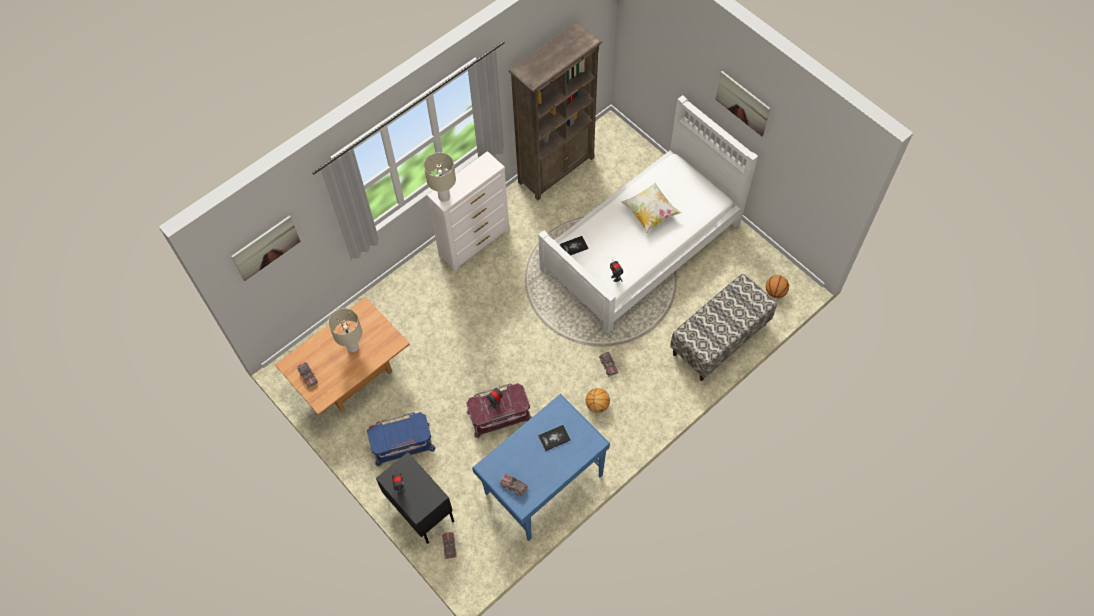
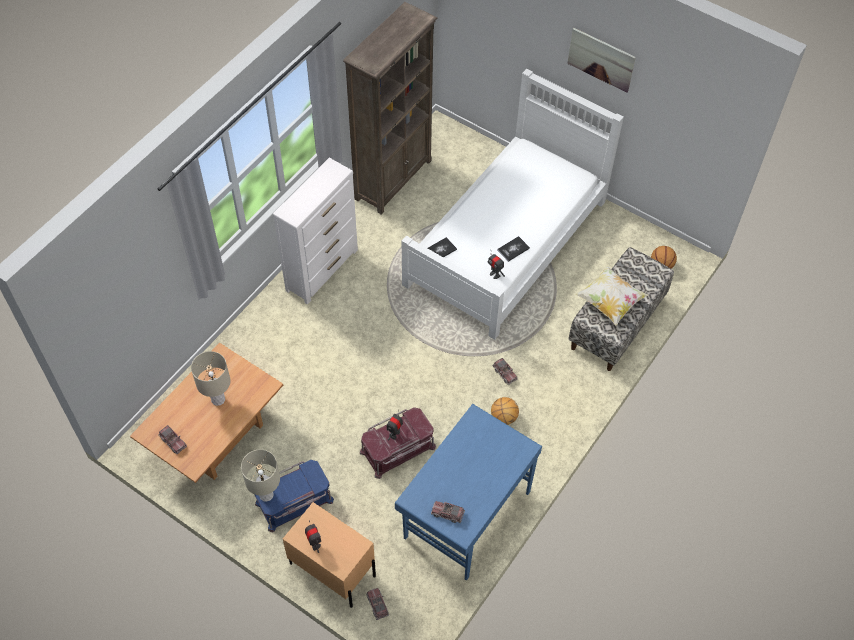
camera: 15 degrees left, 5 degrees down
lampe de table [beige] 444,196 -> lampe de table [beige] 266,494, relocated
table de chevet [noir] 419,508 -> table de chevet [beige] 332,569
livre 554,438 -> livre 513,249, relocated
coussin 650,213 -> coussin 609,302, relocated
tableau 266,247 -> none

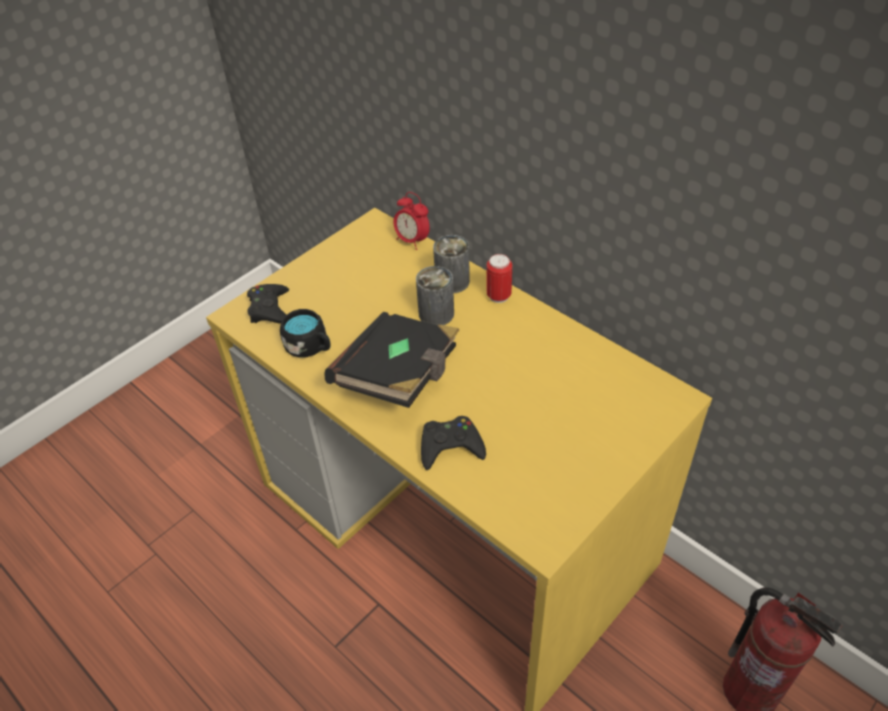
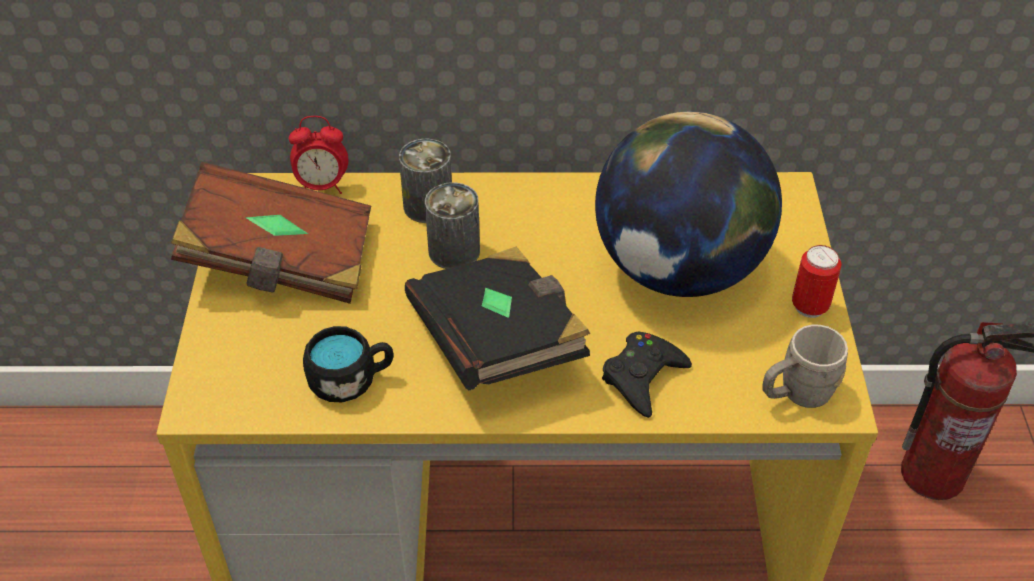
camera: 45 degrees left, 0 degrees up
none -> livre [marron] 280,262
none -> globe 678,269
none -> mug [gris] 796,394
boîte métallique 498,296 -> boîte métallique 809,306, relocated
manette [noir] 270,309 -> none

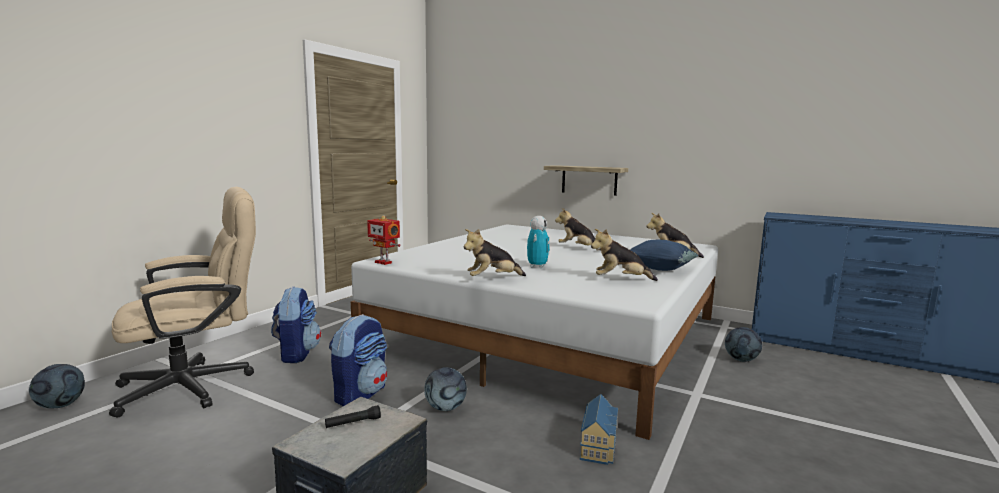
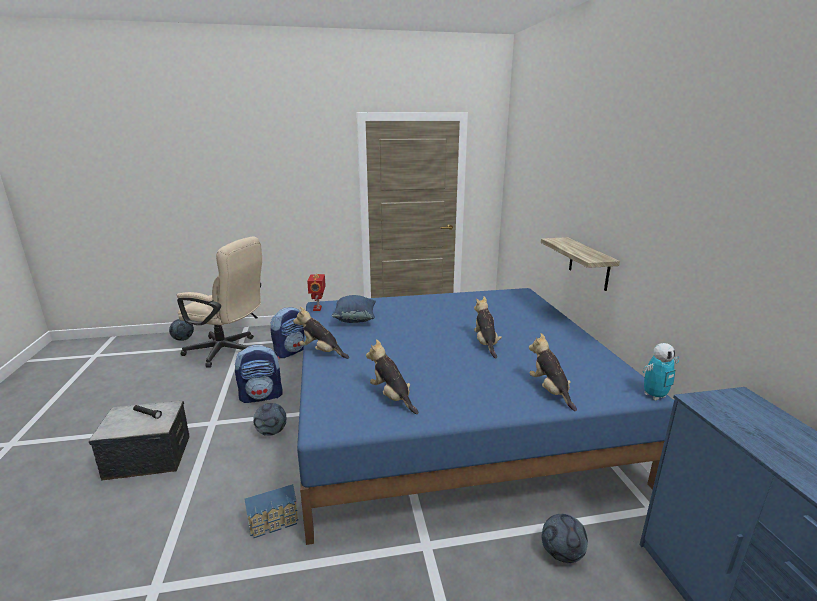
camera: 50 degrees right, 10 degrees up
lit [blanc] 551,335 -> lit [bleu] 449,415
coussin [bleu] 660,269 -> coussin [bleu] 355,319, relocated
robot jouet 537,266 -> robot jouet 654,396, relocated

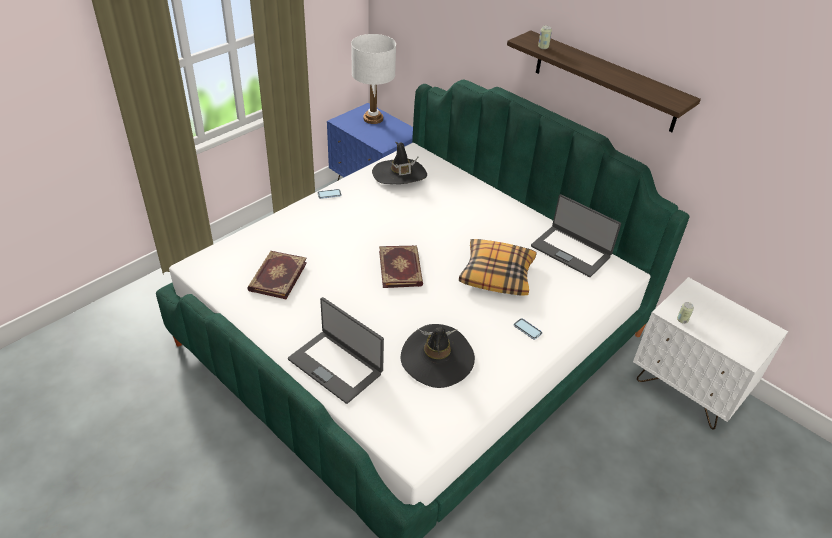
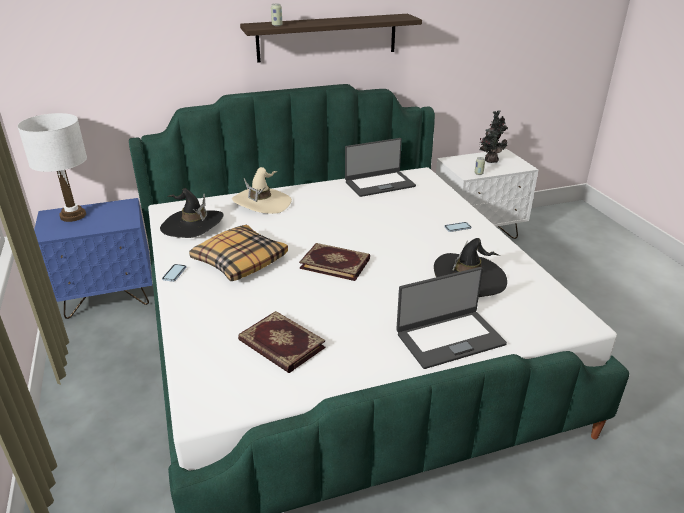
camera: 60 degrees left, 10 degrees down
coussin 497,274 -> coussin 239,261, relocated
none -> chapeau [beige] 262,203
none -> plante en pot 490,160

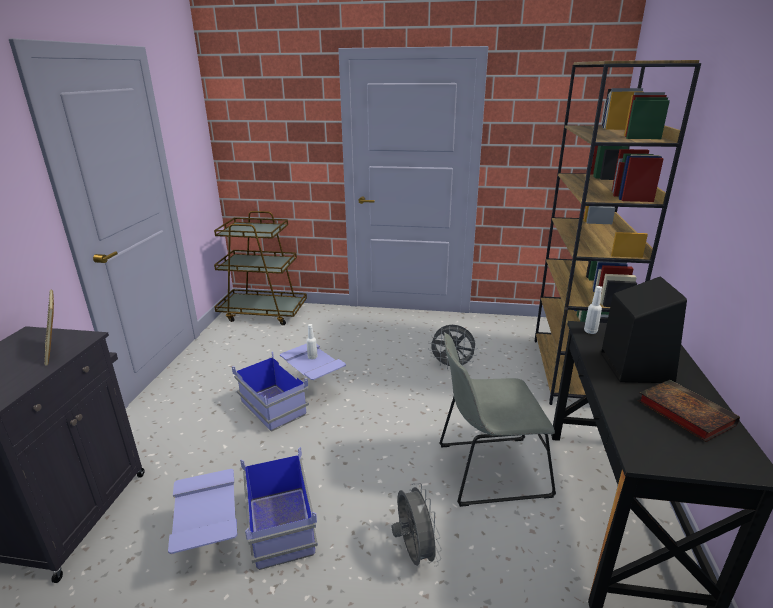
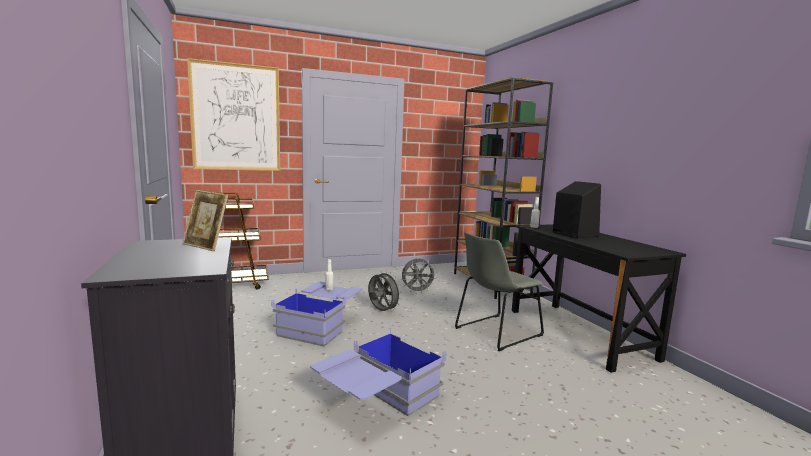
camera: 30 degrees left, 15 degrees down
none -> tableau 236,117
ventilateur [gris] 414,552 -> ventilateur [gris] 382,311, relocated
livre 682,412 -> none

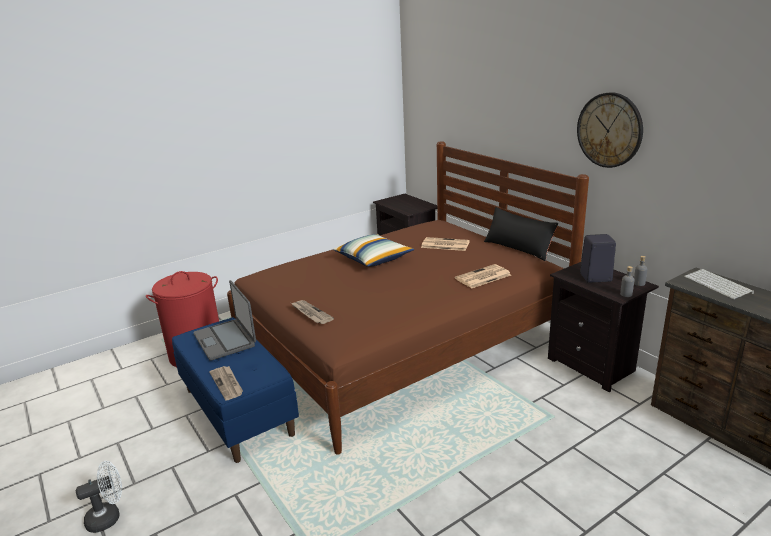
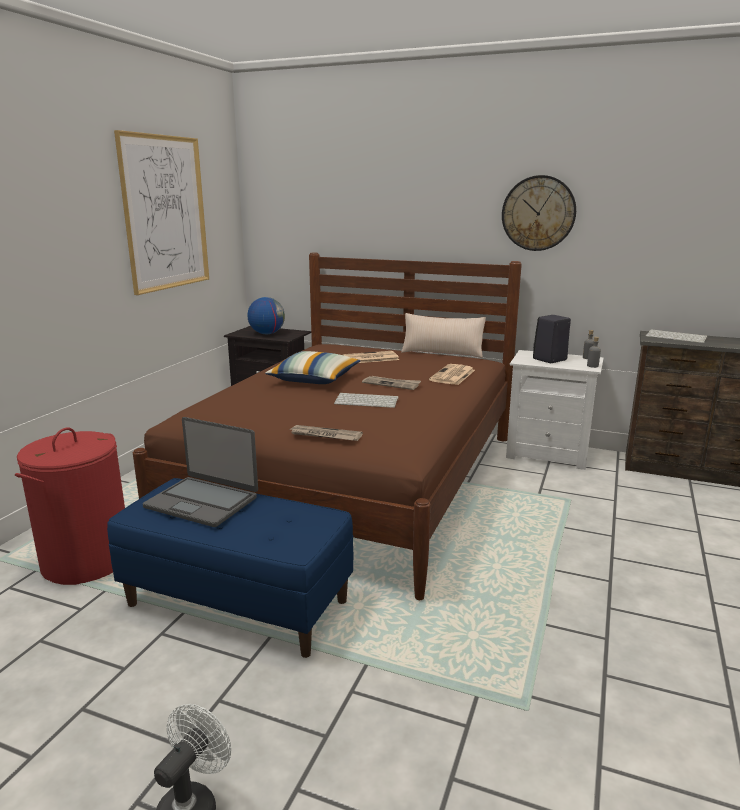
camera: 35 degrees left, 5 degrees down
none -> tableau 165,213
none -> globe 267,333
none -> clavier 367,401
journal 227,384 -> journal 391,384, relocated
coussin [noir] 518,248 -> coussin [beige] 442,352
table de chevet [noir] 593,365 -> table de chevet [blanc] 548,454

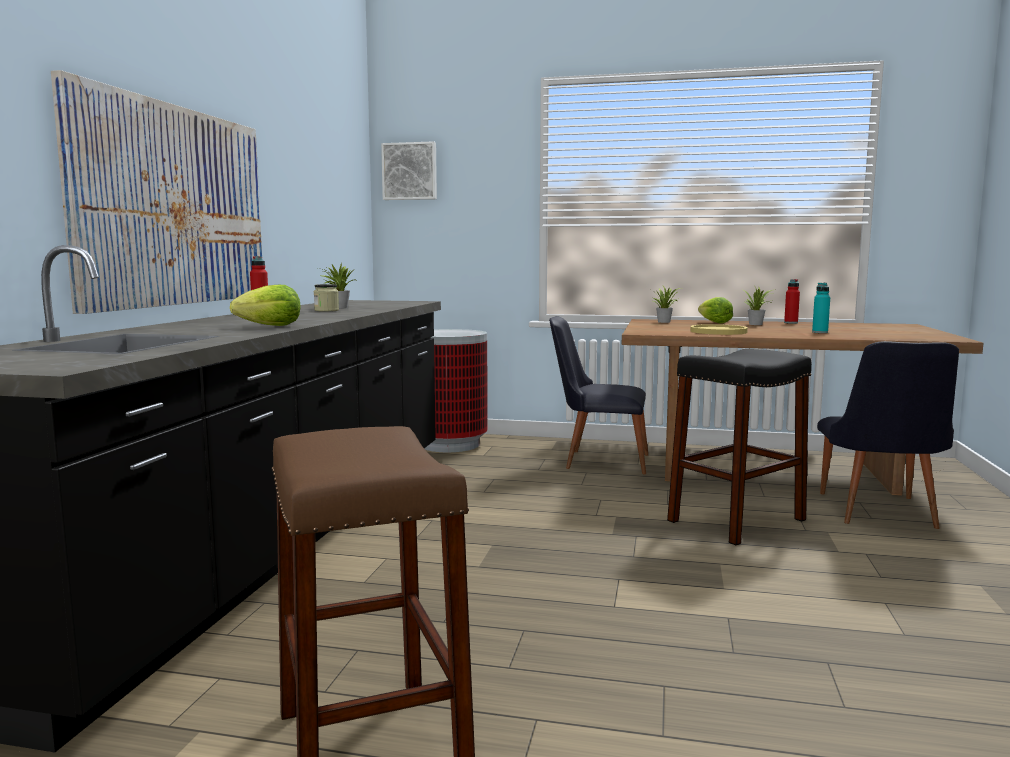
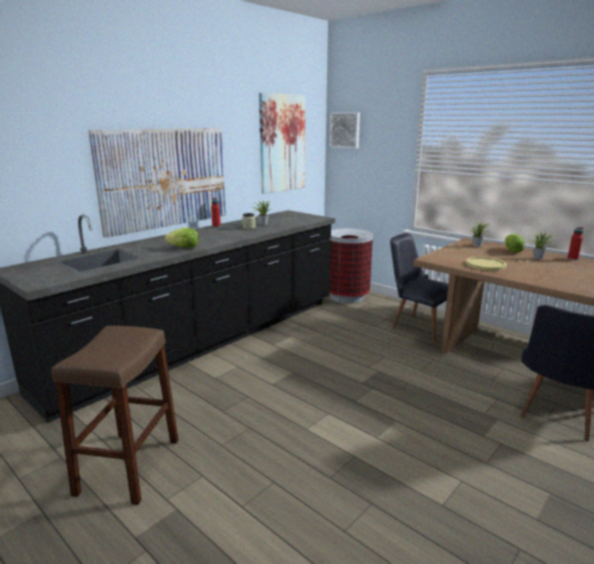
camera: 30 degrees right, 10 degrees up
none -> tableau 282,143
tabouret [noir] 736,520 -> none
bouteille [turquoise] 820,332 -> none

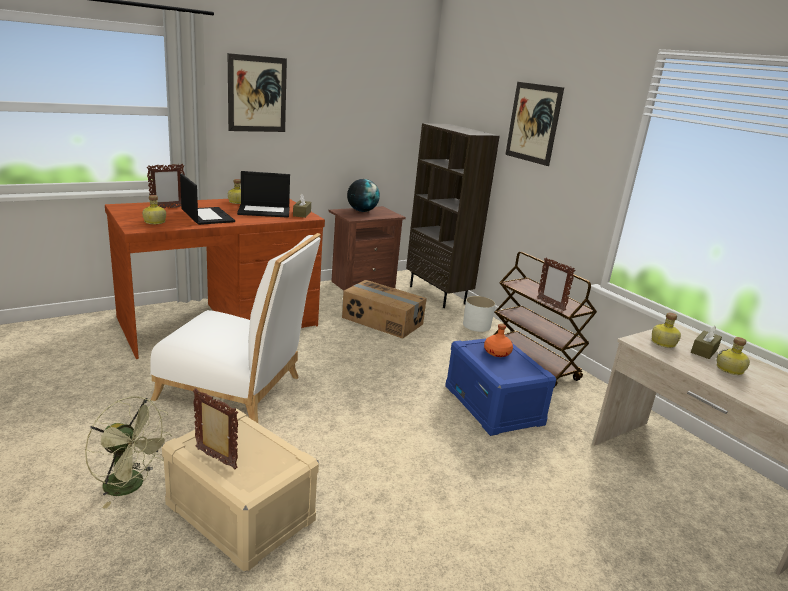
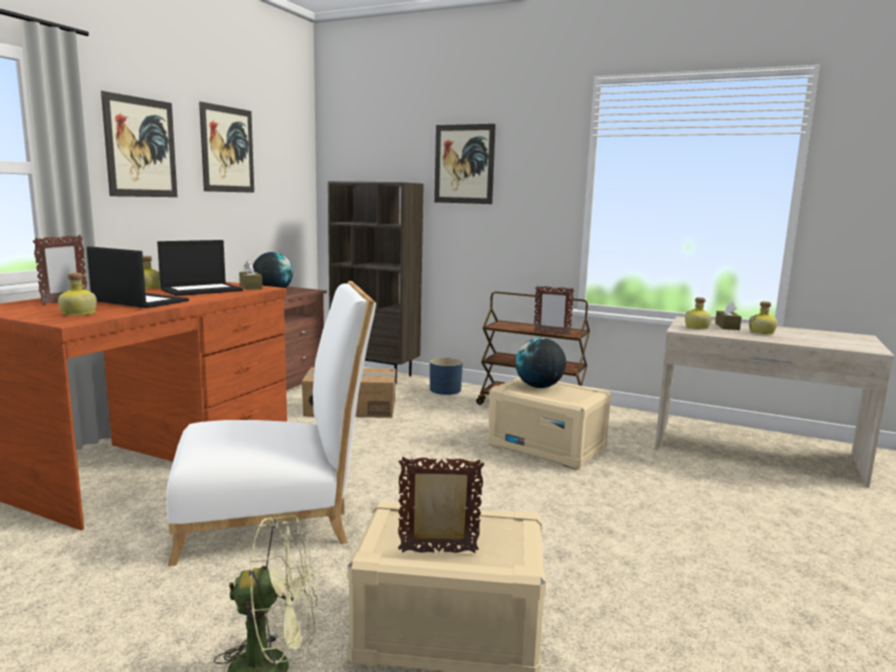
camera: 30 degrees left, 10 degrees down
none -> tableau 227,149
cache-pot [blanc] 476,325 -> cache-pot [bleu] 445,390
boîte de rangement [bleu] 494,406 -> boîte de rangement [beige] 547,446
bouteille [orange] 497,352 -> globe 539,387

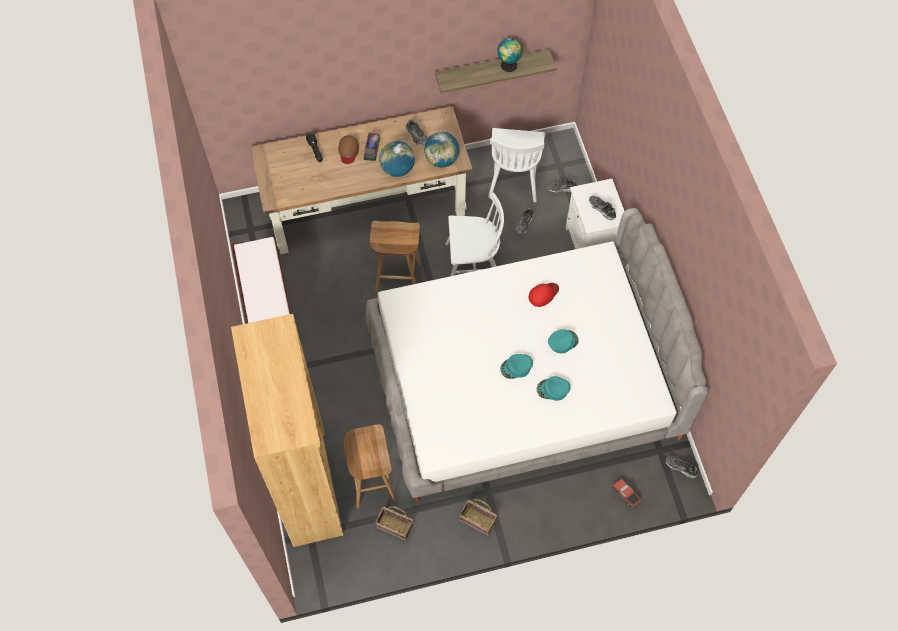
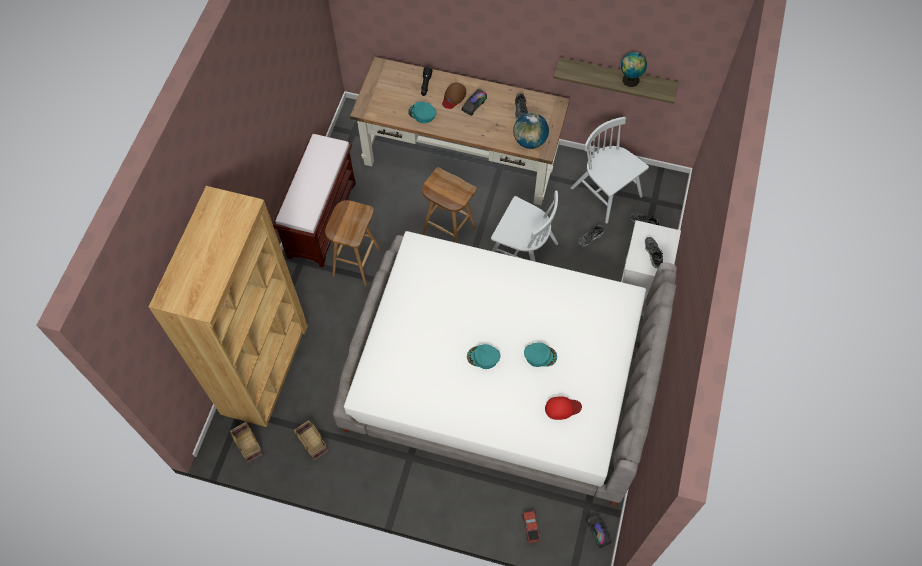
camera: 30 degrees right, 0 degrees up
panier 479,520 -> panier 249,445, relocated
tabouret [marron] 371,481 -> tabouret [marron] 356,262, relocated
casquette [turquoise] 553,389 -> casquette [turquoise] 422,114, relocated
casquette [rouge] 543,294 -> casquette [rouge] 562,408, relocated
chaise [blanc] 514,177 -> chaise [blanc] 606,193, 105 degrees clockwise
chaussure 681,467 -> camion jouet 598,531
globe 397,169 -> none

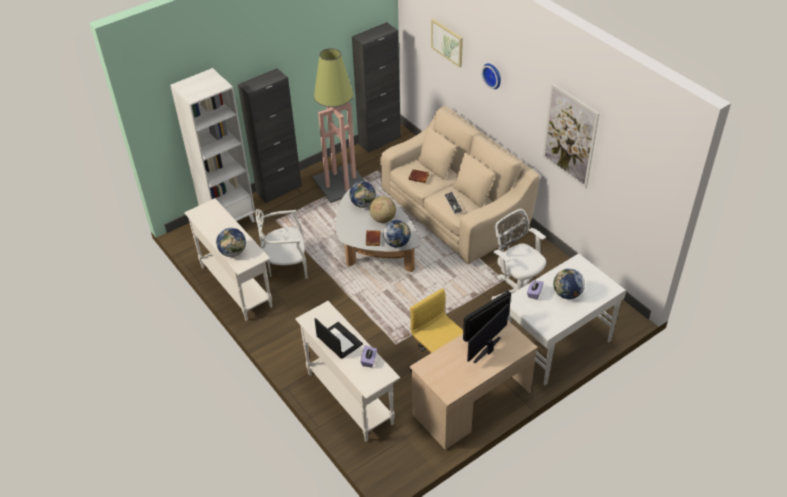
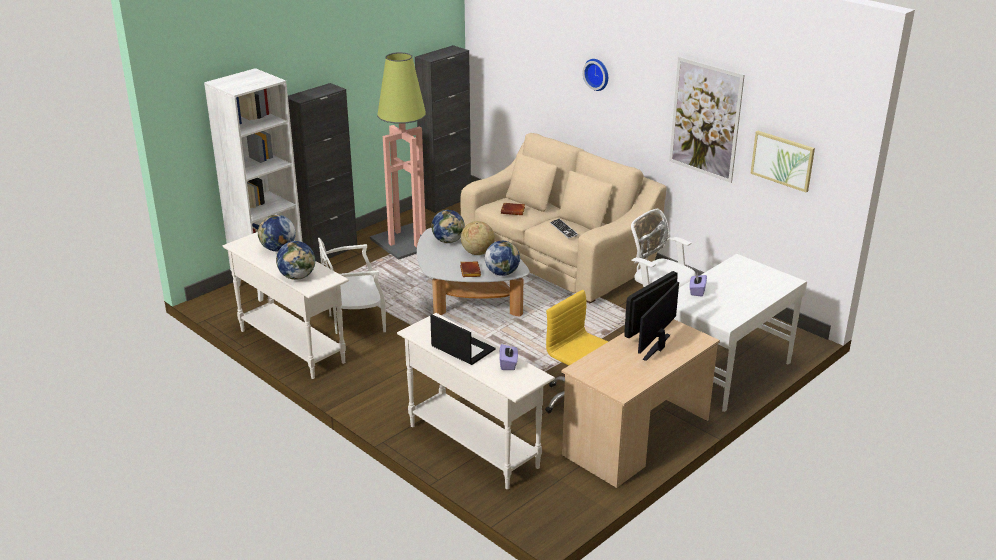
camera: 10 degrees left, 15 degrees down
globe 567,294 -> globe 278,249, relocated
tableau 447,42 -> tableau 782,160, relocated

